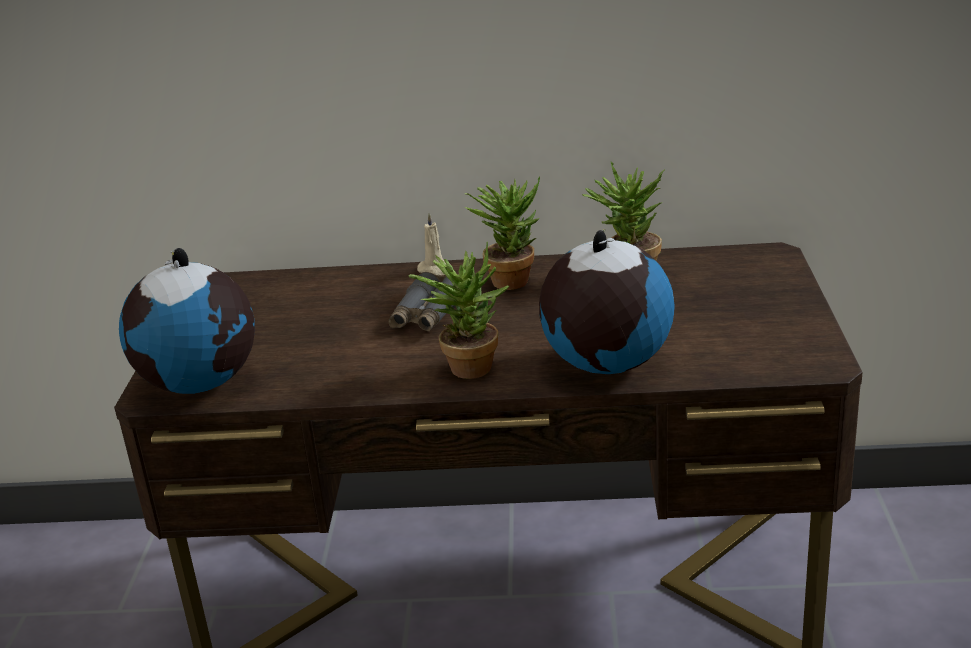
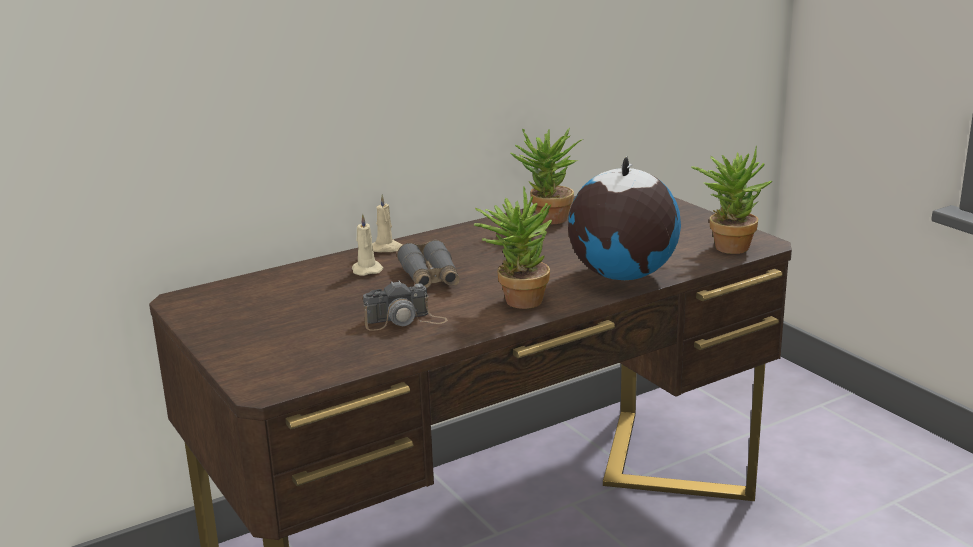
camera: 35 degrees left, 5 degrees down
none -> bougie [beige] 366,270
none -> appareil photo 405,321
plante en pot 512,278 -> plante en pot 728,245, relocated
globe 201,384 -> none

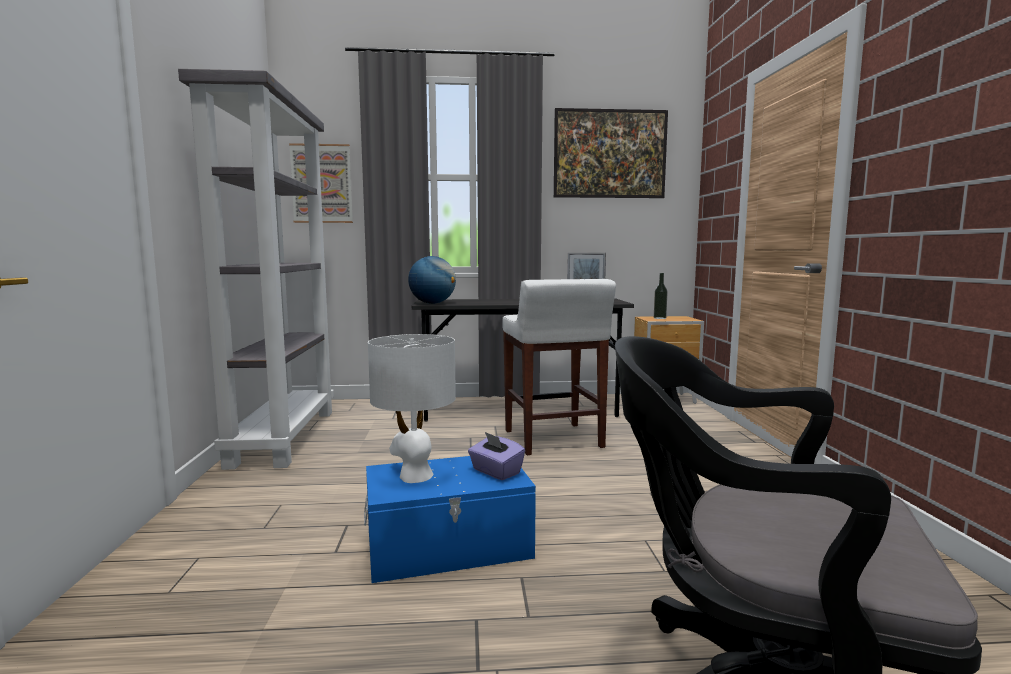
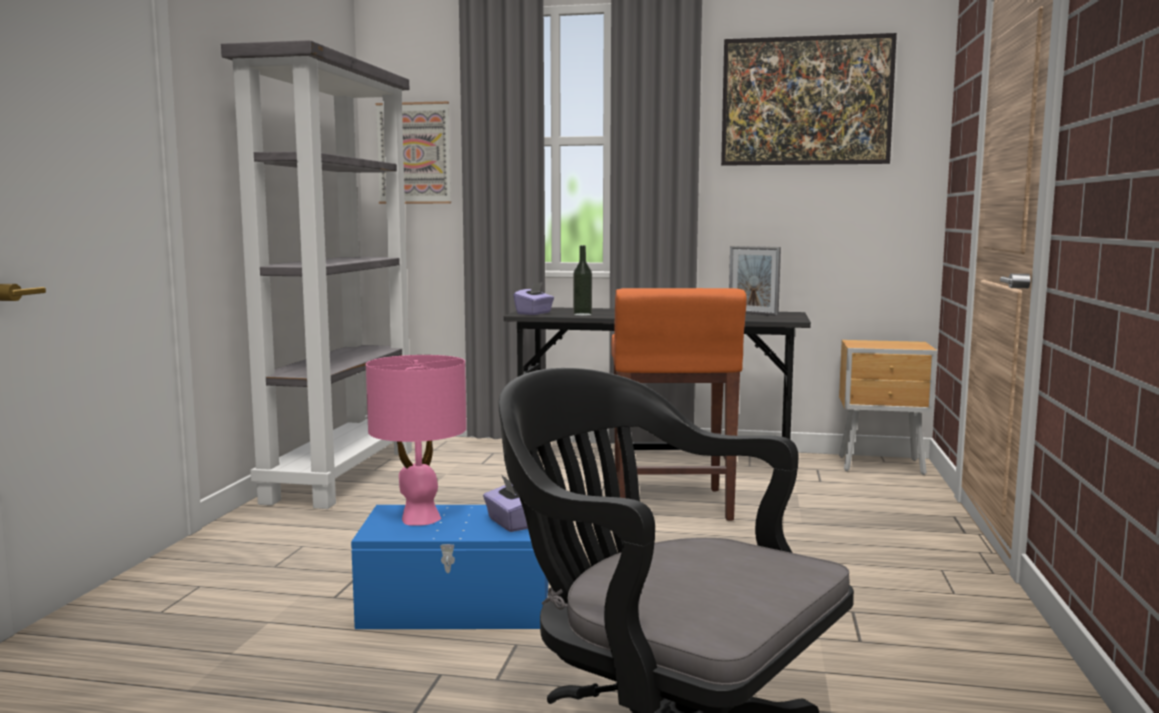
camera: 15 degrees right, 0 degrees up
lampe de table [blanc] 415,475 -> lampe de table [rose] 420,518
globe 432,303 -> boîte à mouchoirs [violet] 534,313
bouteille 659,318 -> bouteille 582,314, relocated
tabouret [blanc] 553,440 -> tabouret [orange] 671,505

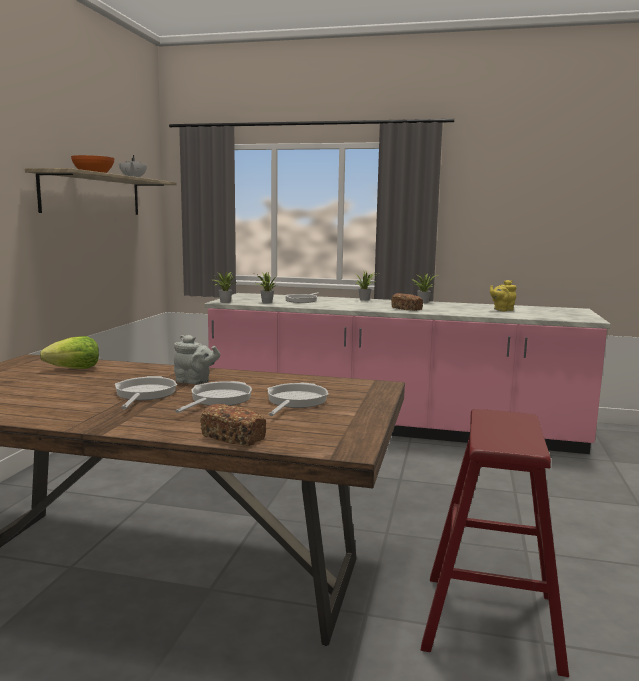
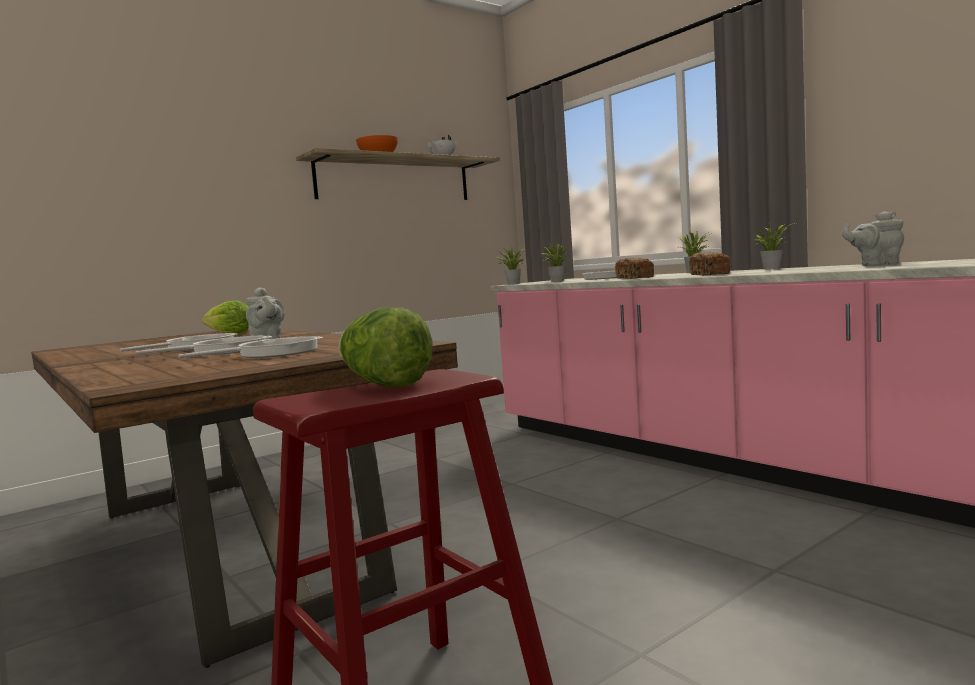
camera: 40 degrees right, 5 degrees down
none -> laitue 384,384
pain 233,438 -> pain 634,278, relocated
théière [jaune] 502,310 -> théière [gris] 876,265

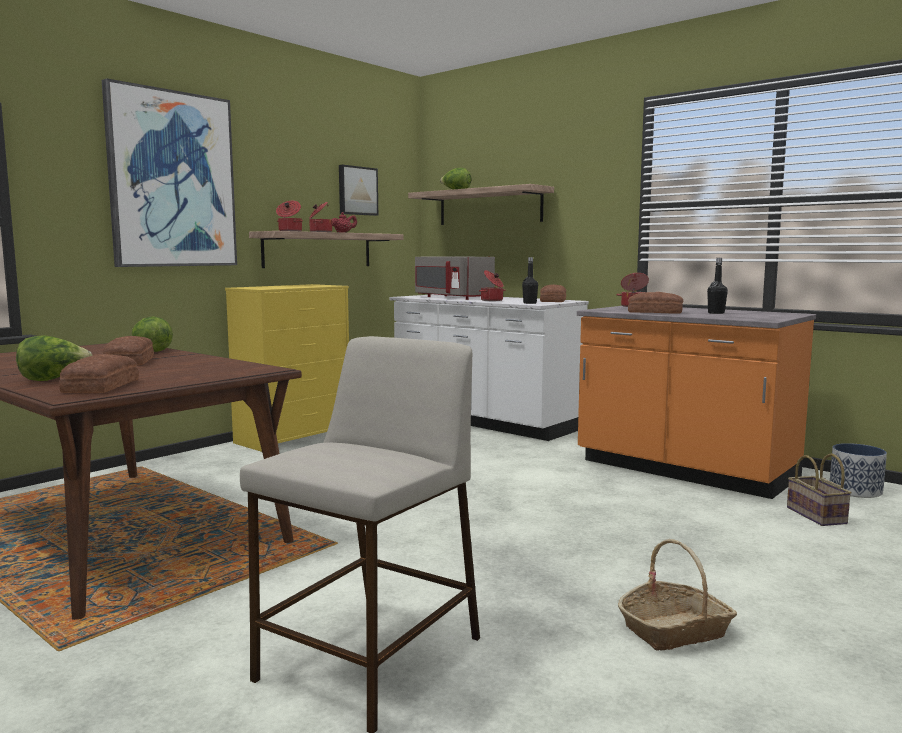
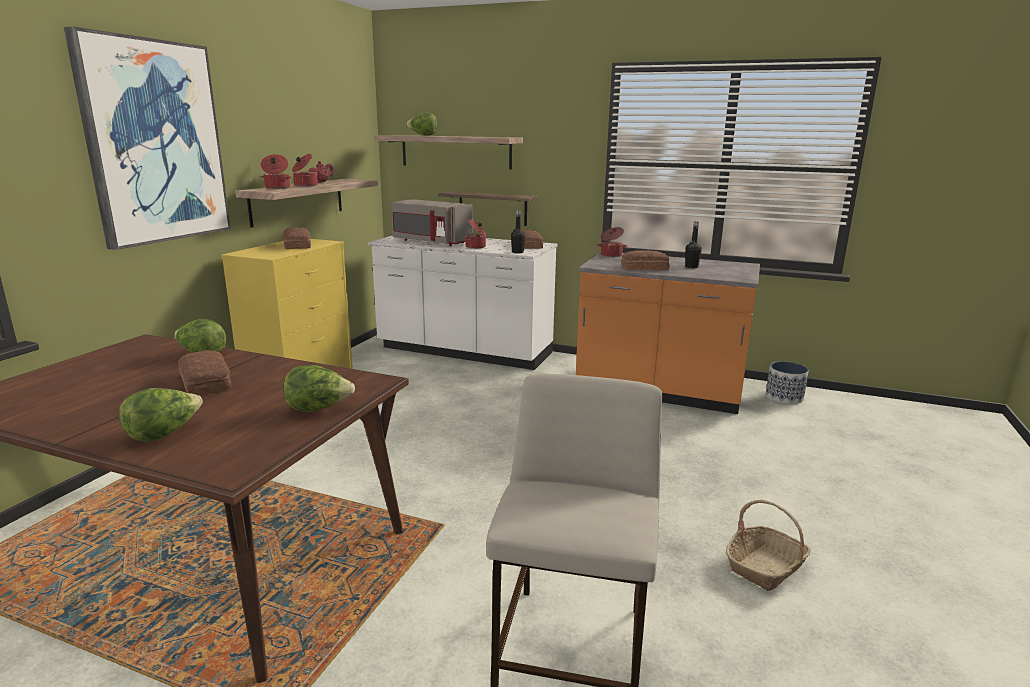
camera: 20 degrees left, 10 degrees up
pain 99,386 -> pain 296,245, relocated
none -> laitue 318,409
none -> étagère 492,208
tableau 357,191 -> none
panier 818,516 -> none

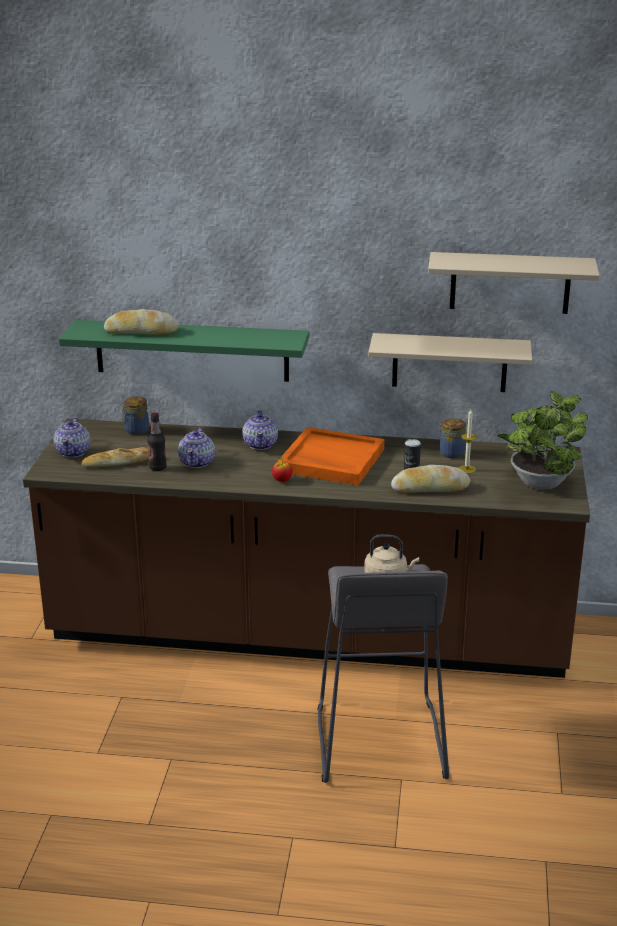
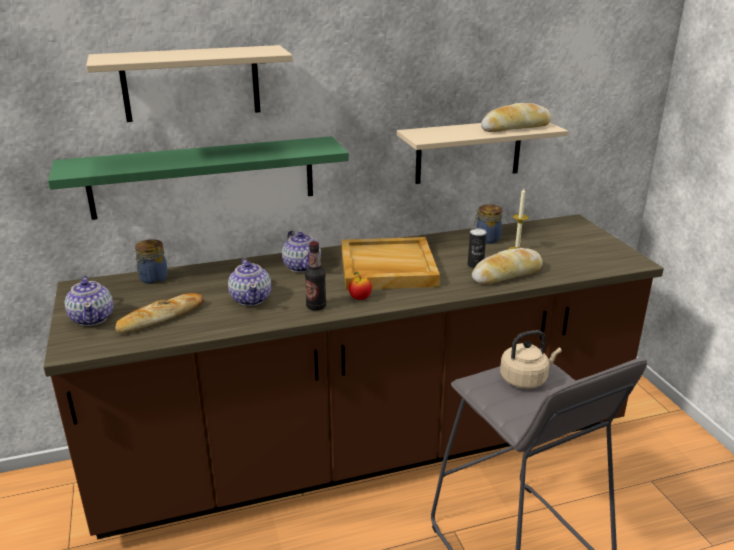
camera: 25 degrees left, 0 degrees up
étagère [beige] 510,283 -> étagère [beige] 191,83, relocated
bouteille 157,468 -> bouteille 316,306, relocated
plateau [orange] 330,460 -> plateau [beige] 386,268
pain 141,331 -> pain 515,127, relocated
plante en pot 538,485 -> none

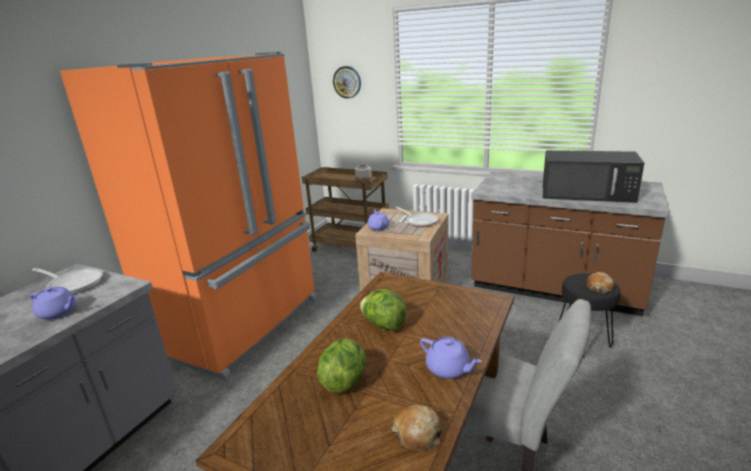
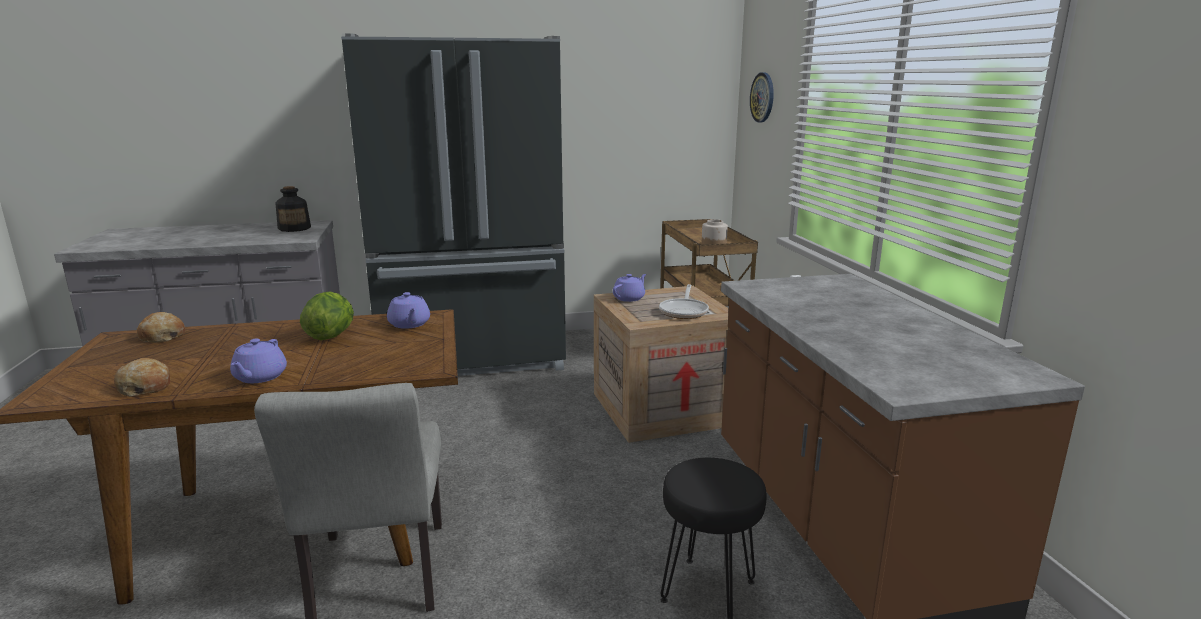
camera: 50 degrees right, 5 degrees down
pain 599,287 -> pain 161,336, relocated
poêle 73,284 -> bouteille 295,228
réfrigérateur [orange] 243,325 -> réfrigérateur [noir] 473,358
théière [violet] 58,313 -> théière [violet] 409,324, relocated
laitue 344,380 -> none
micro-ondes [noir] 588,193 -> none

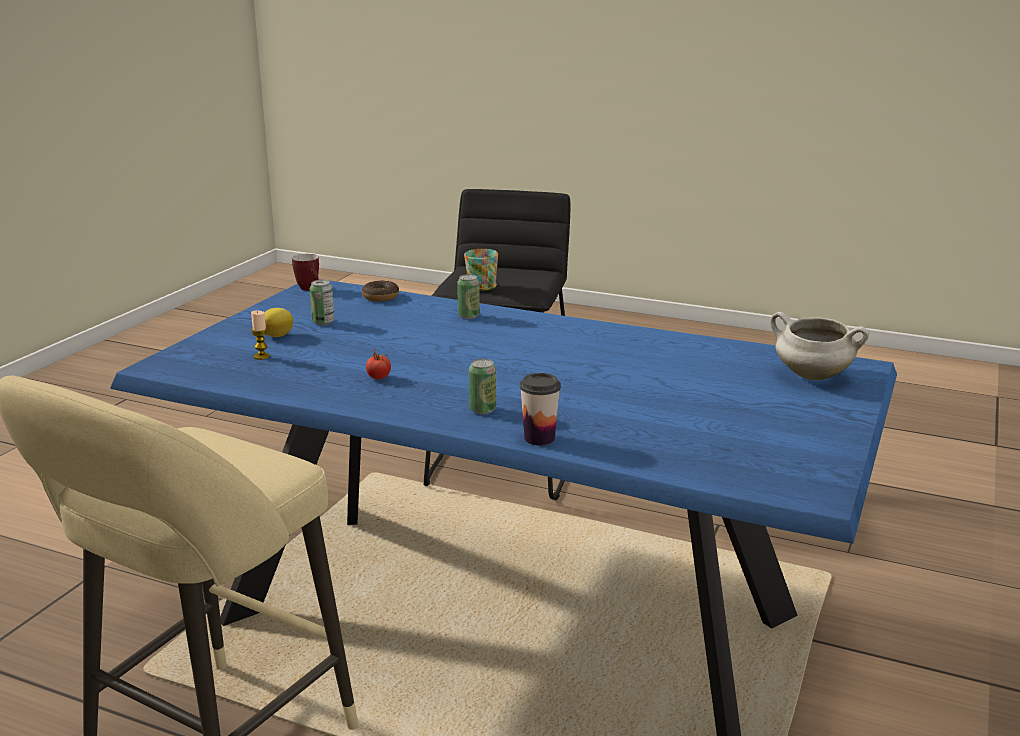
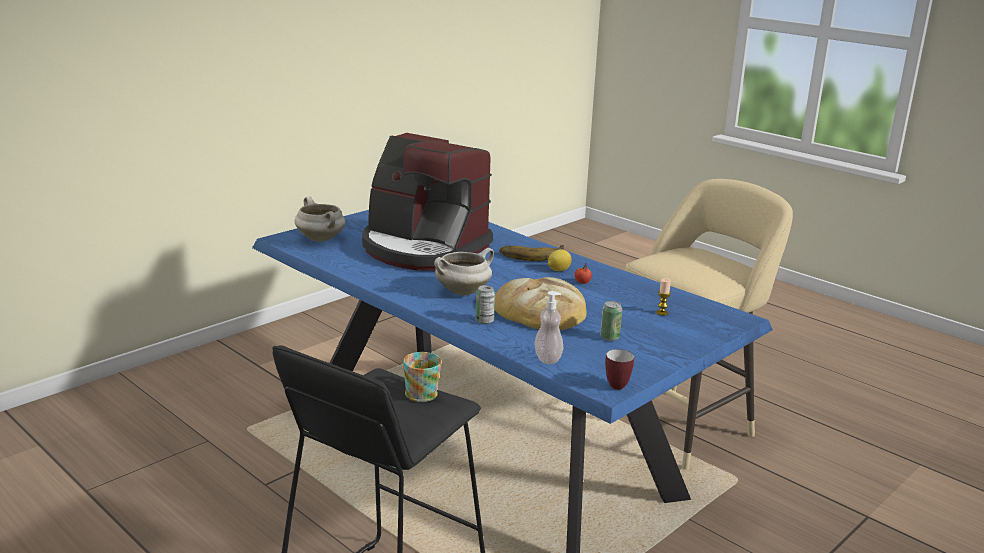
camera: 160 degrees left, 0 degrees up
none -> machine à café 423,248
none -> marmite [blanc] 463,291
none -> pain 540,310
boîte métallique 482,410 -> banane 530,254
beignet 380,297 -> distributeur de savon 548,359
citron 279,335 -> citron 558,270, relocated
tasse 539,438 -> none

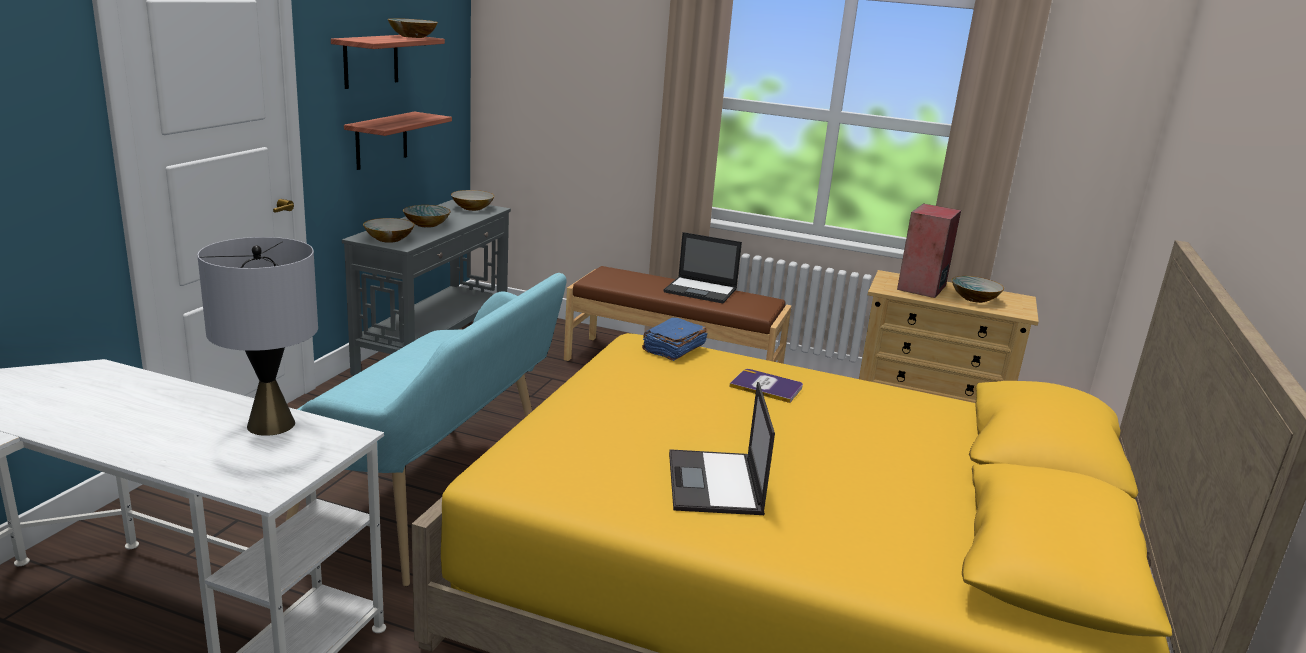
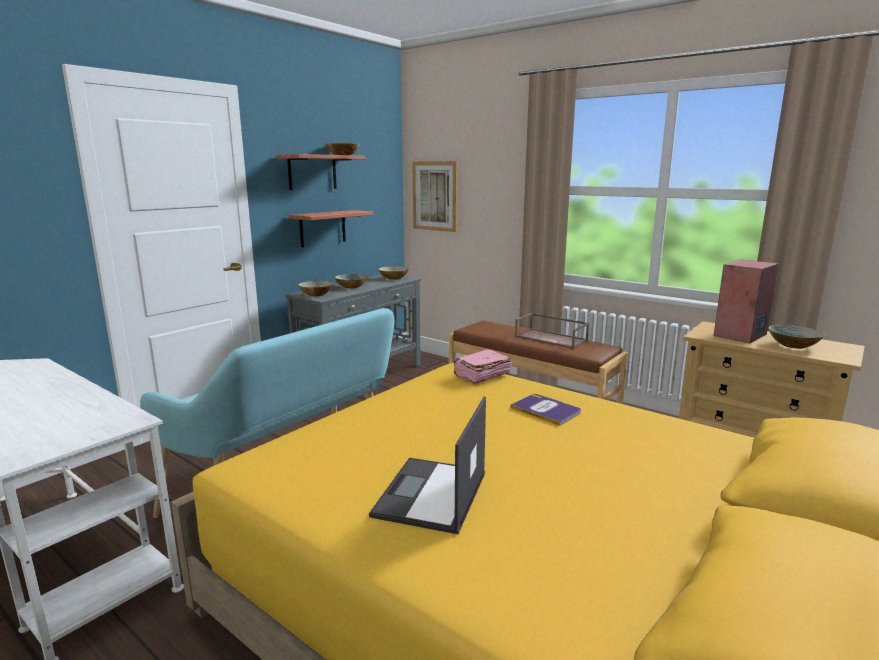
camera: 20 degrees right, 5 degrees down
none -> tableau 435,196
livre [bleu] 673,349 -> livre [rose] 481,375
ordinateur portable 701,290 -> plateau [marron] 551,338
lampe de table [gris] 271,424 -> none

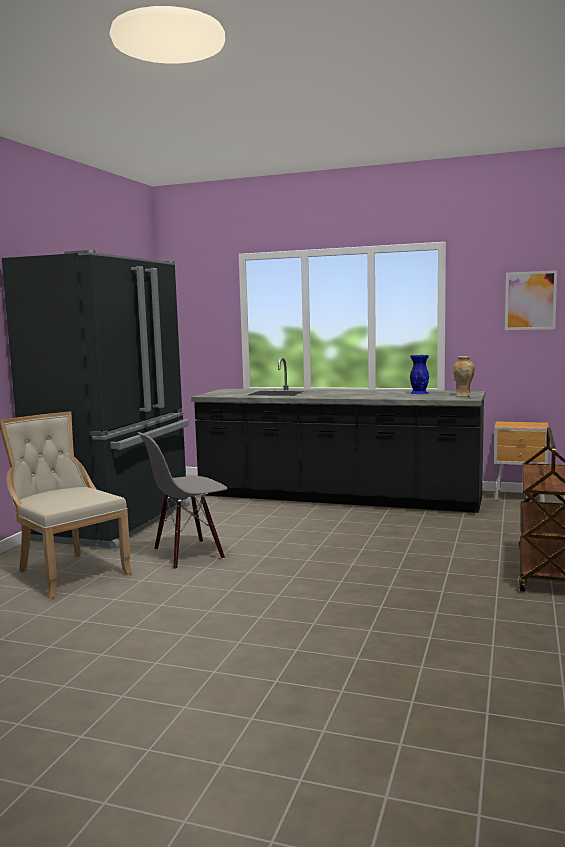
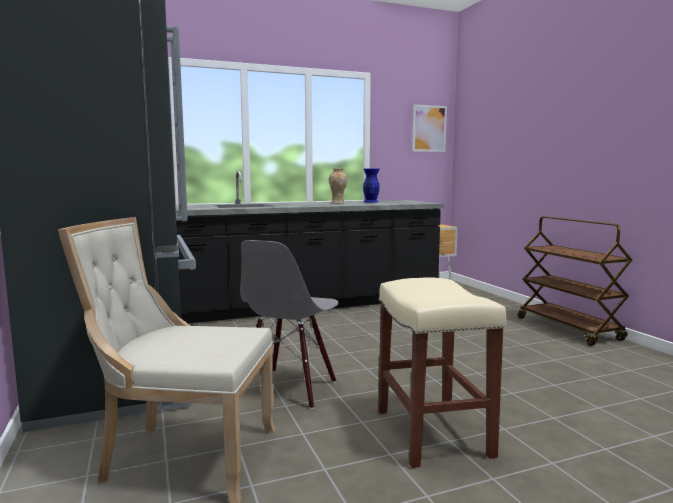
camera: 40 degrees left, 0 degrees up
vase 463,396 -> vase 338,203, relocated
none -> tabouret [beige] 431,431

